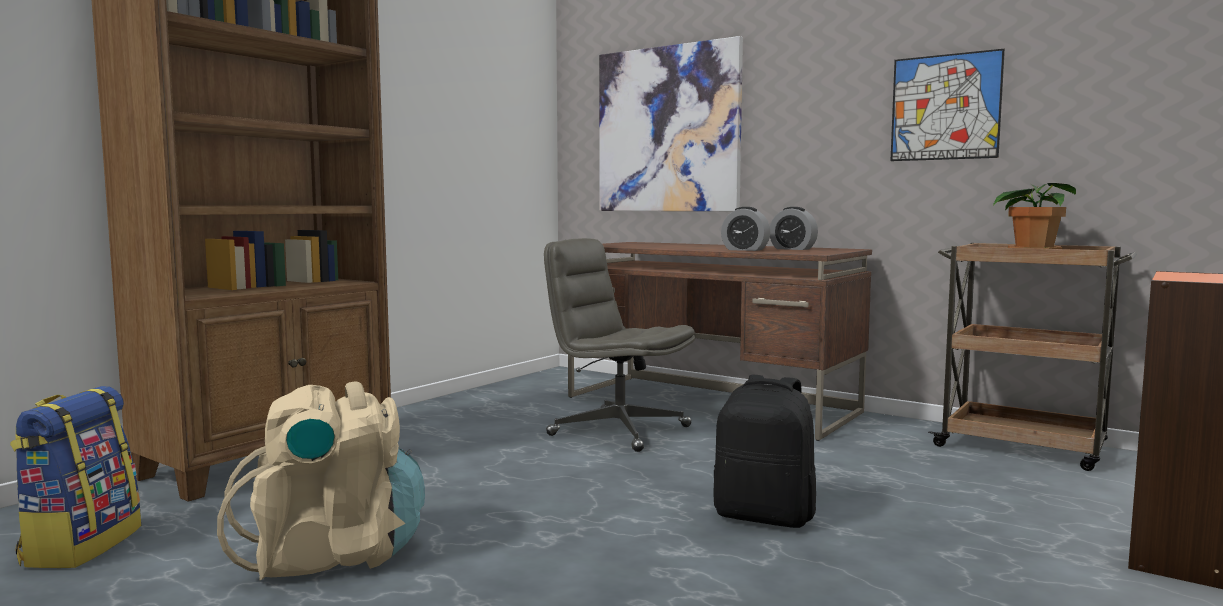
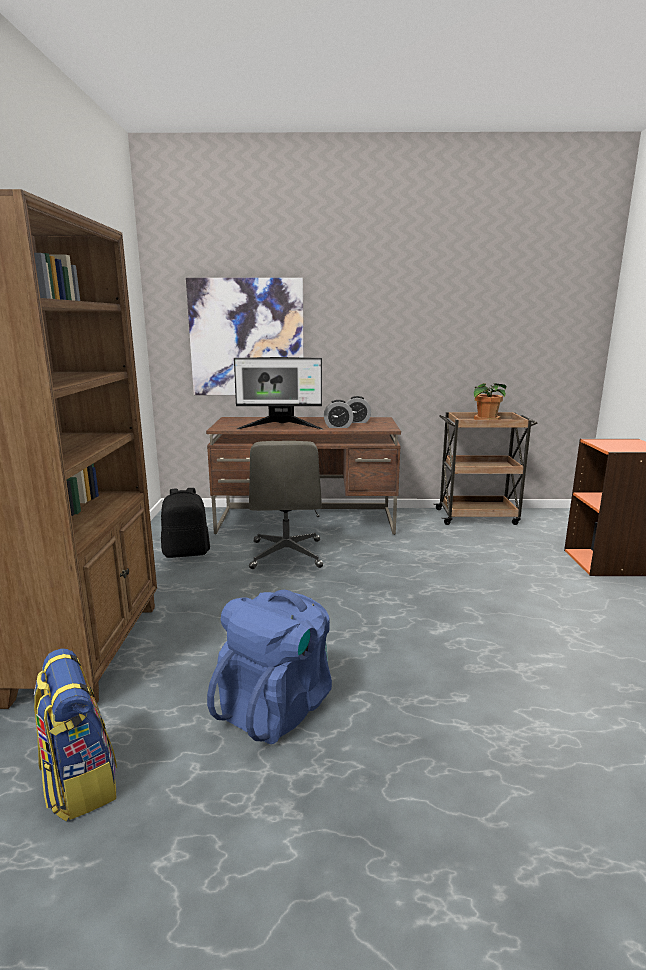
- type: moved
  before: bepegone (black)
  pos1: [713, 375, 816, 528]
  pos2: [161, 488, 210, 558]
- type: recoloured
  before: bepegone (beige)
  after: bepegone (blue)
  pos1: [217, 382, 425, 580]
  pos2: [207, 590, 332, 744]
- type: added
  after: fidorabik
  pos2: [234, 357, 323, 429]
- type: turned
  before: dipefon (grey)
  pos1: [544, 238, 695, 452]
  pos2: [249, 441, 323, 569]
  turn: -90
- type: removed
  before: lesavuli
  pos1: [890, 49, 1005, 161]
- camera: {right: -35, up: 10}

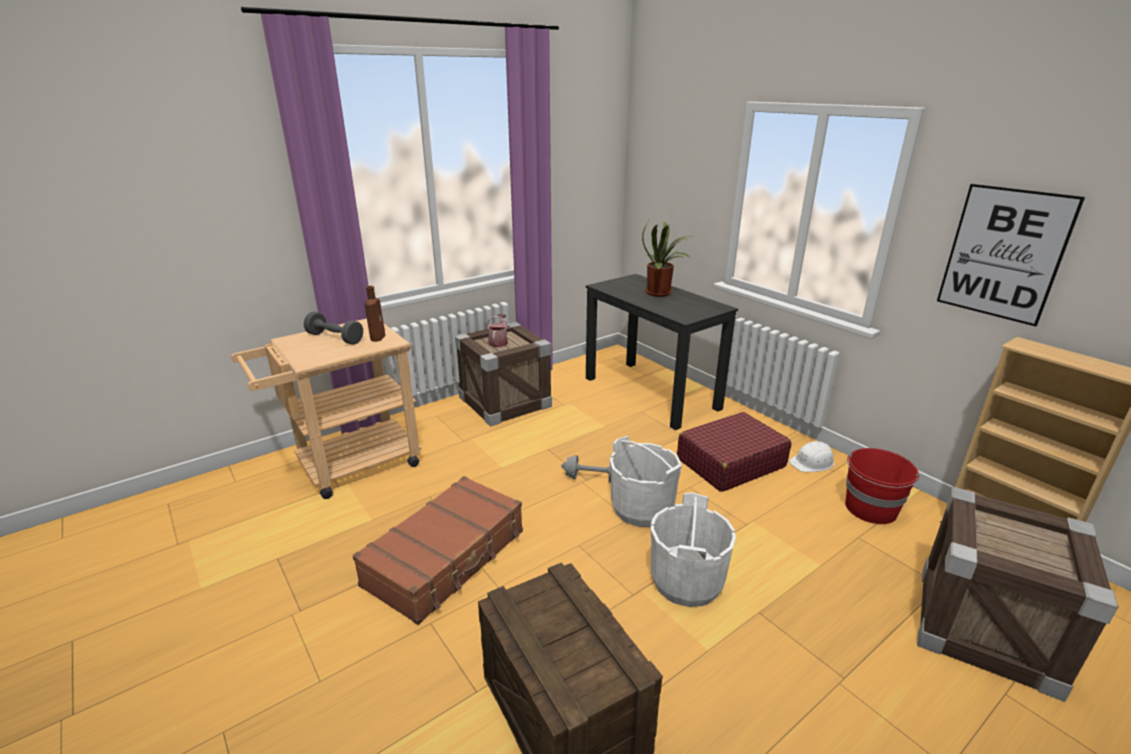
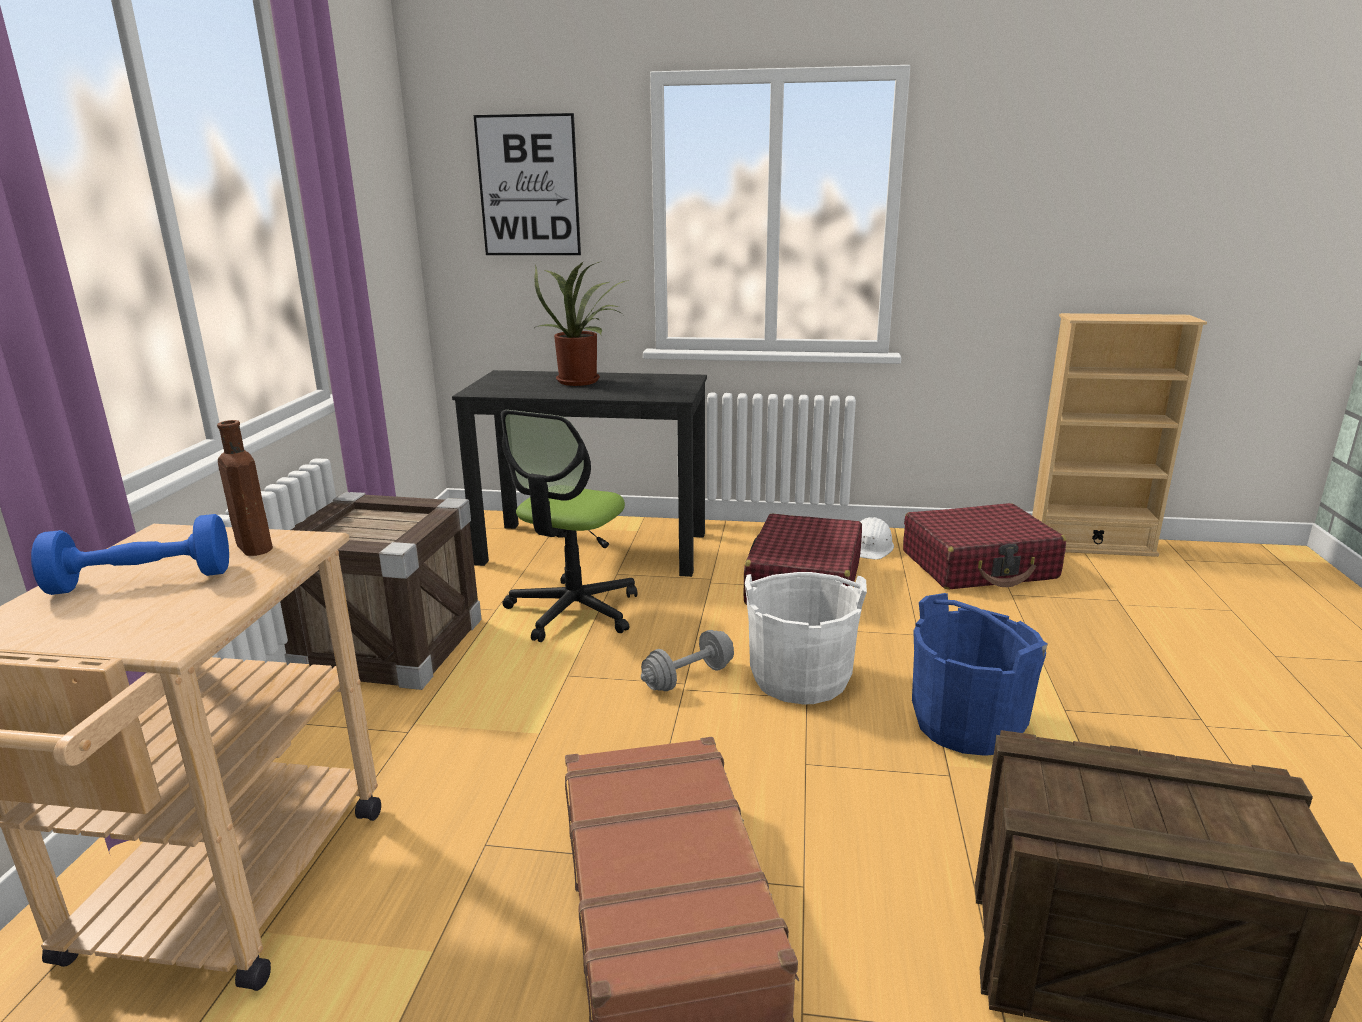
- type: recoloured
  before: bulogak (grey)
  after: bulogak (blue)
  pos1: [304, 312, 363, 345]
  pos2: [31, 514, 229, 595]
- type: moved
  before: lesavuli
  pos1: [937, 184, 1085, 326]
  pos2: [474, 113, 581, 255]
- type: added
  after: dipefon
  pos2: [501, 410, 637, 642]
- type: replaced
  before: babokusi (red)
  after: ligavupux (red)
  pos1: [845, 448, 920, 524]
  pos2: [903, 503, 1066, 590]
- type: recoloured
  before: babokusi (white)
  after: babokusi (blue)
  pos1: [651, 492, 736, 607]
  pos2: [912, 593, 1048, 756]
- type: removed
  before: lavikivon
  pos1: [486, 314, 508, 347]
- type: removed
  before: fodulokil
  pos1: [917, 487, 1118, 702]
- camera: {right: -45, up: -5}

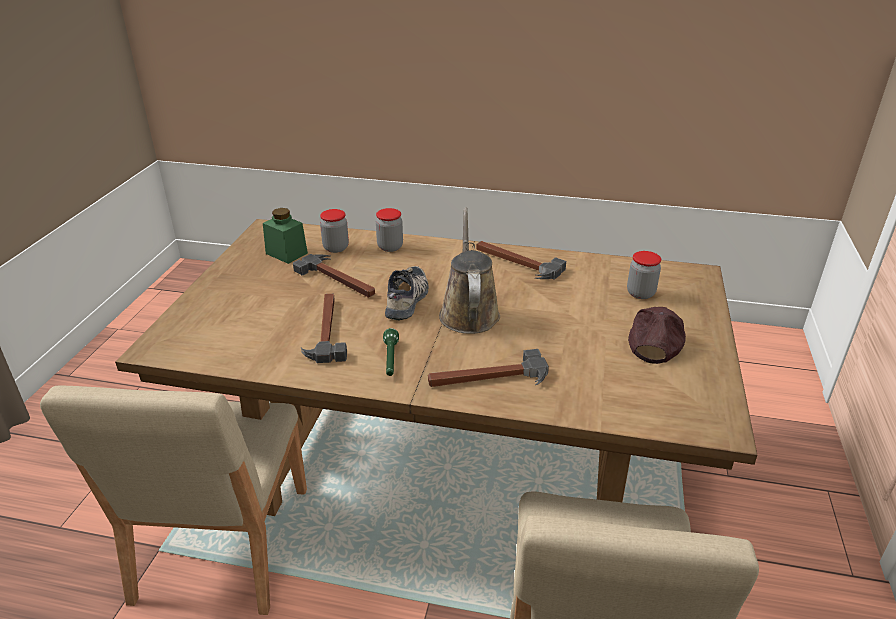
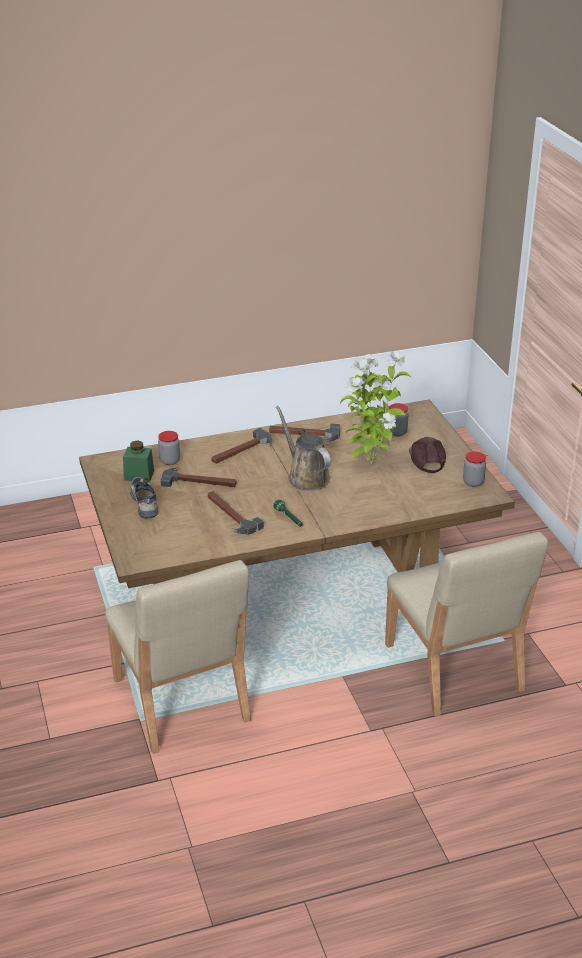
- type: moved
  before: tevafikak
  pos1: [385, 266, 429, 320]
  pos2: [130, 477, 158, 519]
- type: moved
  before: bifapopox
  pos1: [428, 349, 549, 387]
  pos2: [212, 428, 272, 464]
- type: added
  after: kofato
  pos2: [340, 351, 411, 464]
- type: moved
  before: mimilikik
  pos1: [376, 208, 403, 252]
  pos2: [463, 452, 486, 487]
- camera: {right: -30, up: 0}

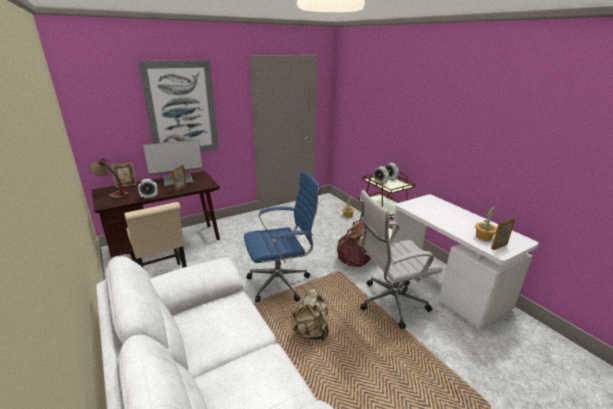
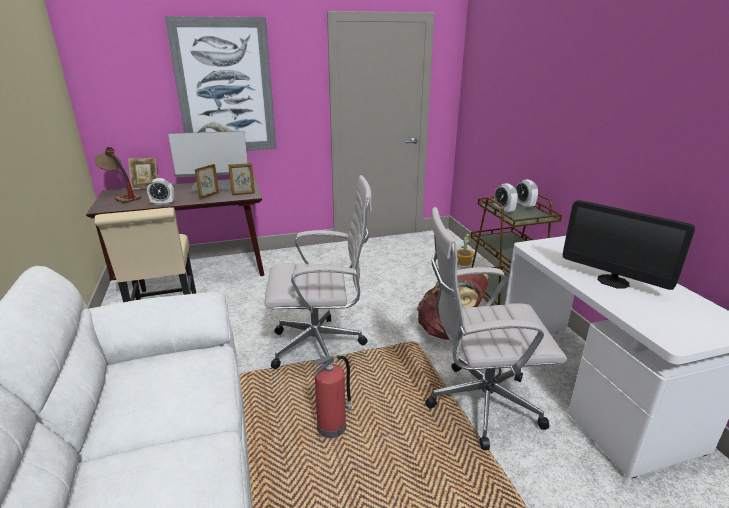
- type: moved
  before: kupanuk
  pos1: [491, 218, 515, 250]
  pos2: [228, 163, 255, 195]
- type: recoloured
  before: dipefon (blue)
  after: dipefon (white)
  pos1: [244, 170, 321, 302]
  pos2: [264, 175, 372, 369]
- type: replaced
  before: bepegone (beige)
  after: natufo
  pos1: [291, 289, 329, 341]
  pos2: [313, 355, 352, 438]
- type: added
  after: fidorabik
  pos2: [563, 200, 695, 290]
- type: removed
  before: kofato
  pos1: [475, 206, 497, 241]
- camera: {right: 15, up: 0}

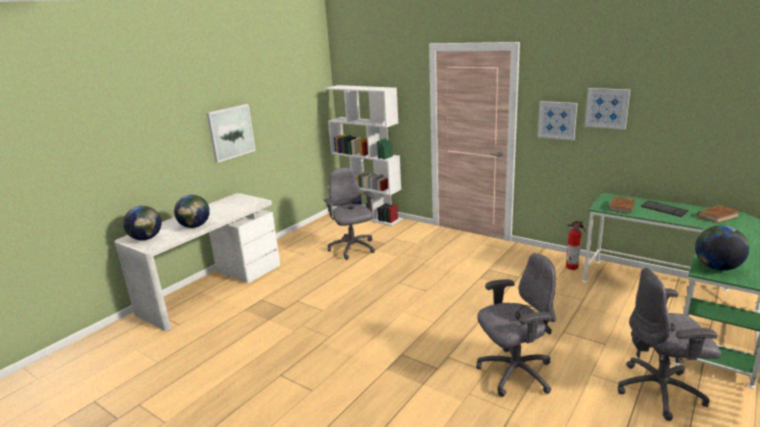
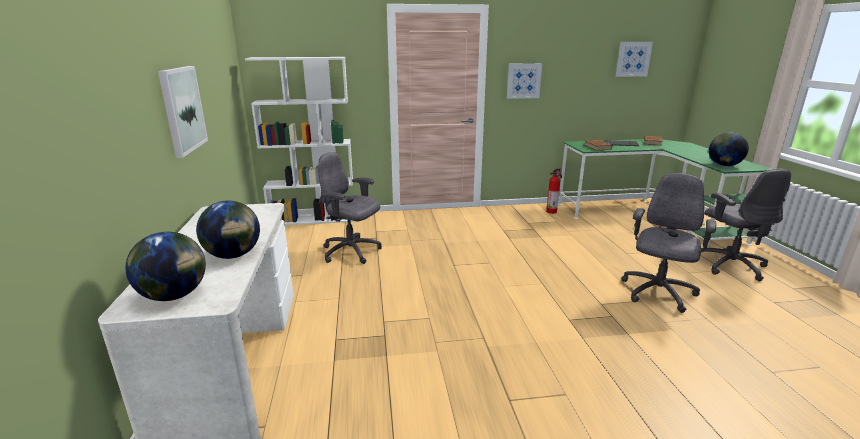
- type: moved
  before: lesavuli
  pos1: [585, 88, 630, 130]
  pos2: [616, 42, 653, 77]
- type: turned
  before: dipefon (grey)
  pos1: [618, 268, 721, 421]
  pos2: [701, 169, 791, 281]
  turn: -60
- camera: {right: -45, up: 0}

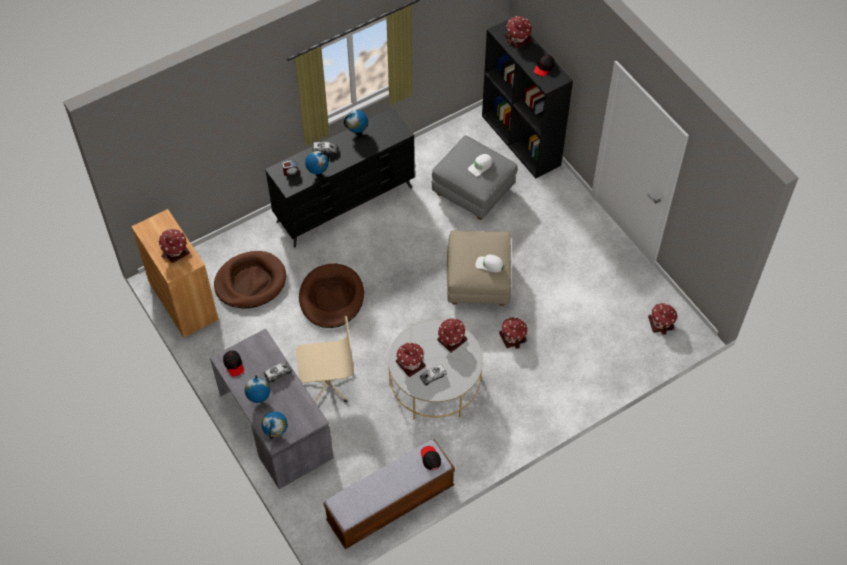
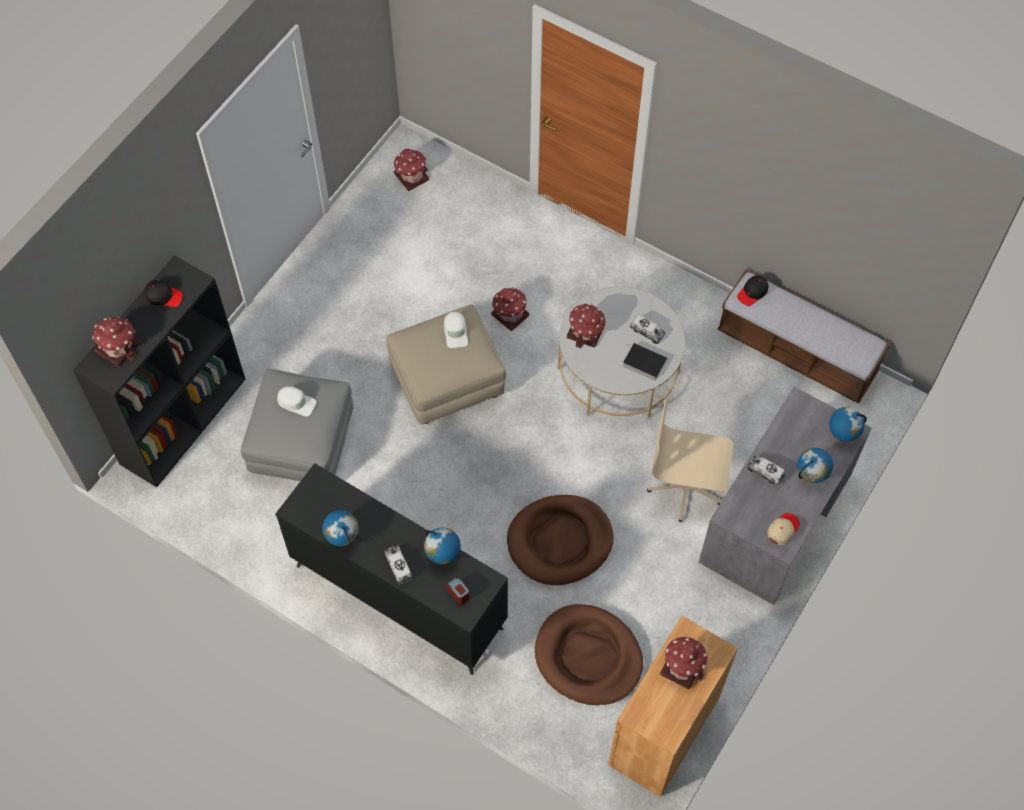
- type: replaced
  before: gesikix
  after: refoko
  pos1: [396, 343, 426, 377]
  pos2: [623, 343, 667, 381]
- type: turned
  before: dipefon (beige)
  pos1: [296, 316, 354, 403]
  pos2: [647, 397, 733, 522]
  turn: -45
- type: recoloured
  before: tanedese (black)
  after: tanedese (beige)
  pos1: [223, 350, 244, 376]
  pos2: [767, 513, 800, 545]
- camera: {right: -115, up: 5}

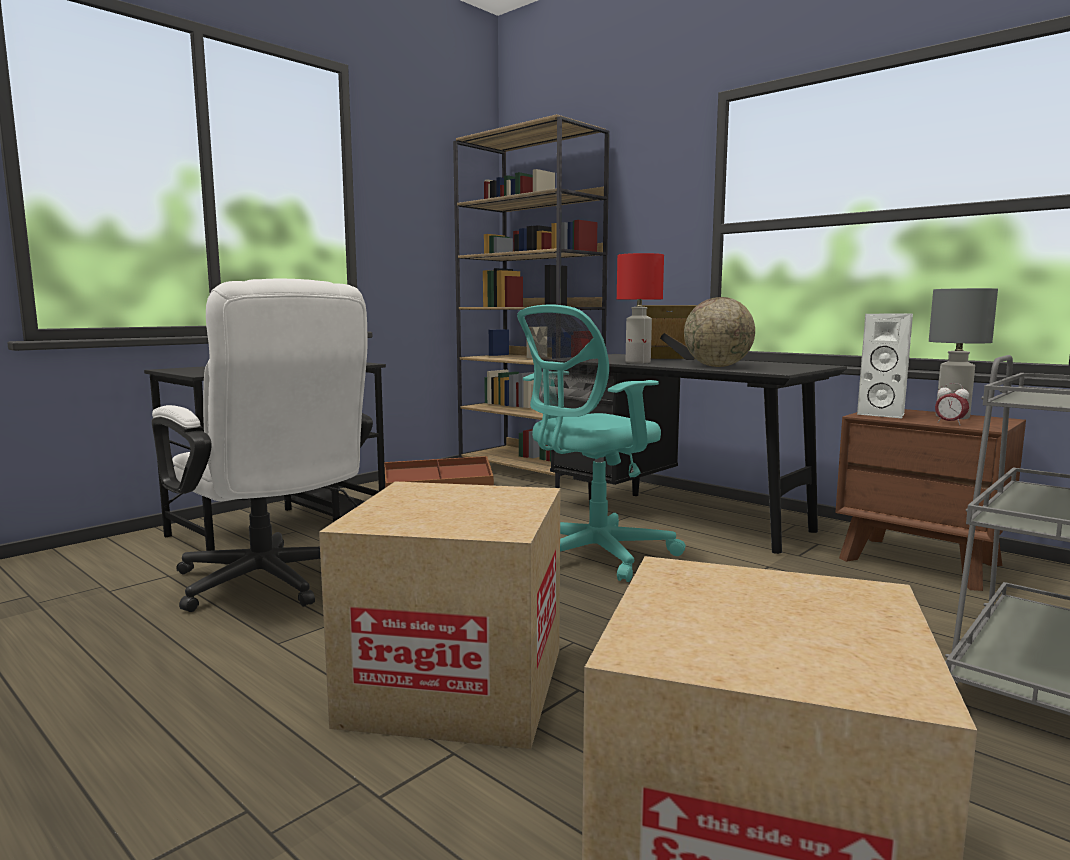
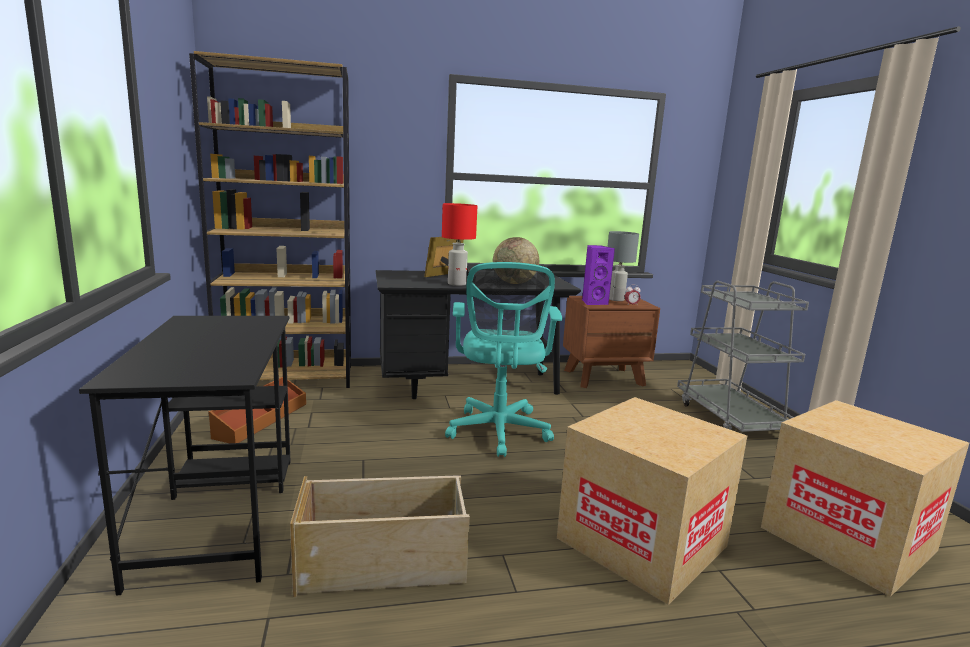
- type: replaced
  before: dipefon (white)
  after: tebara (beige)
  pos1: [152, 279, 373, 612]
  pos2: [290, 475, 470, 597]
- type: recoloured
  before: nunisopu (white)
  after: nunisopu (purple)
  pos1: [857, 313, 913, 418]
  pos2: [582, 245, 615, 305]
- camera: {right: -55, up: 5}

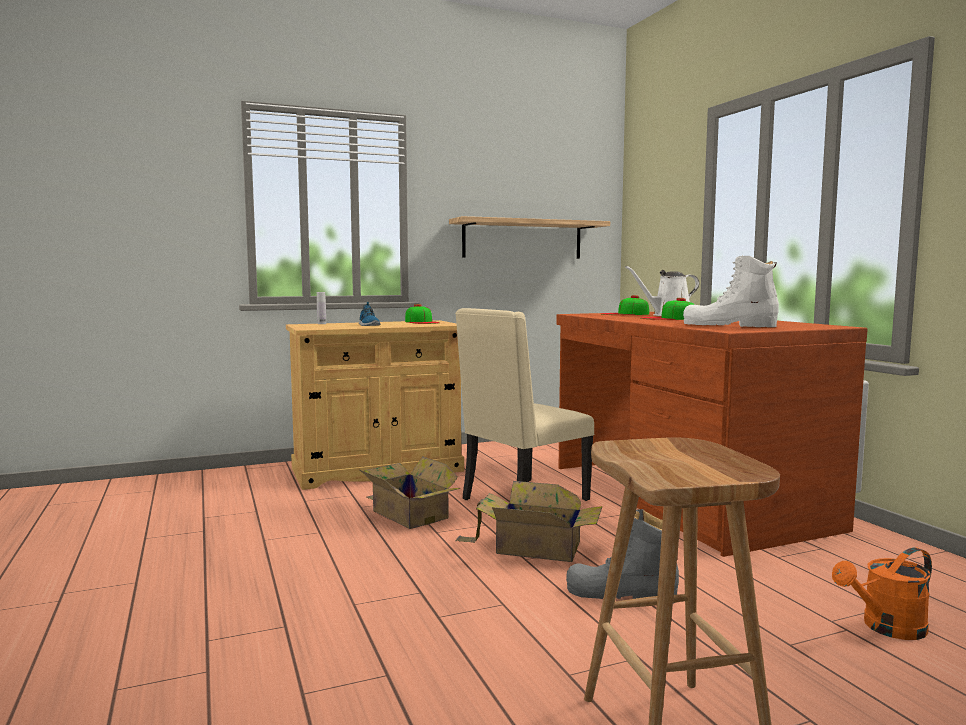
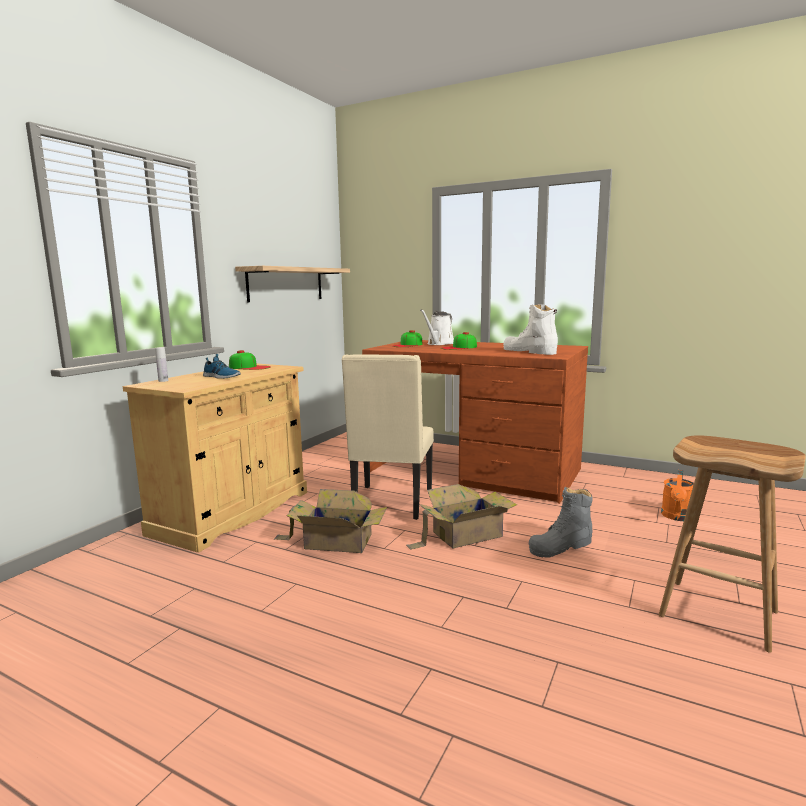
- type: turned
  before: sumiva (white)
  pos1: [683, 256, 779, 327]
  pos2: [503, 304, 558, 355]
  turn: 75
- camera: {right: -40, up: 5}

